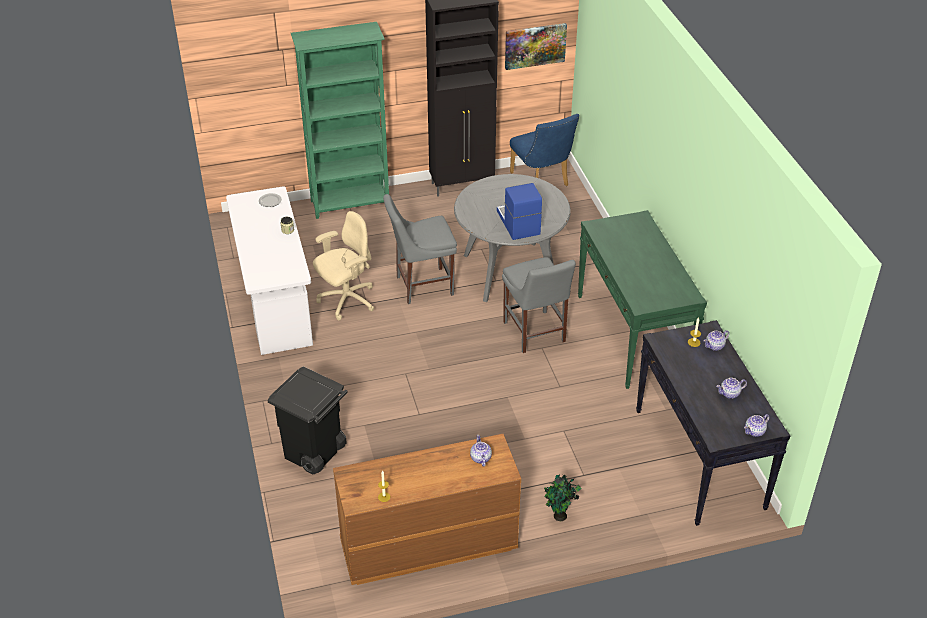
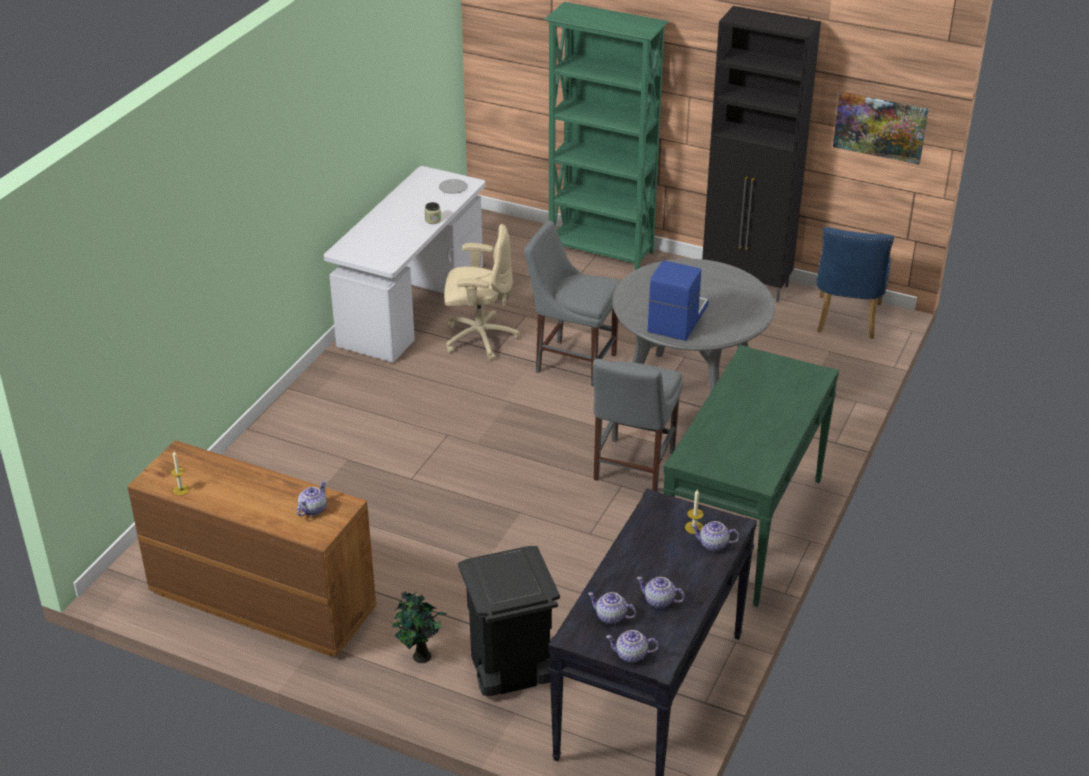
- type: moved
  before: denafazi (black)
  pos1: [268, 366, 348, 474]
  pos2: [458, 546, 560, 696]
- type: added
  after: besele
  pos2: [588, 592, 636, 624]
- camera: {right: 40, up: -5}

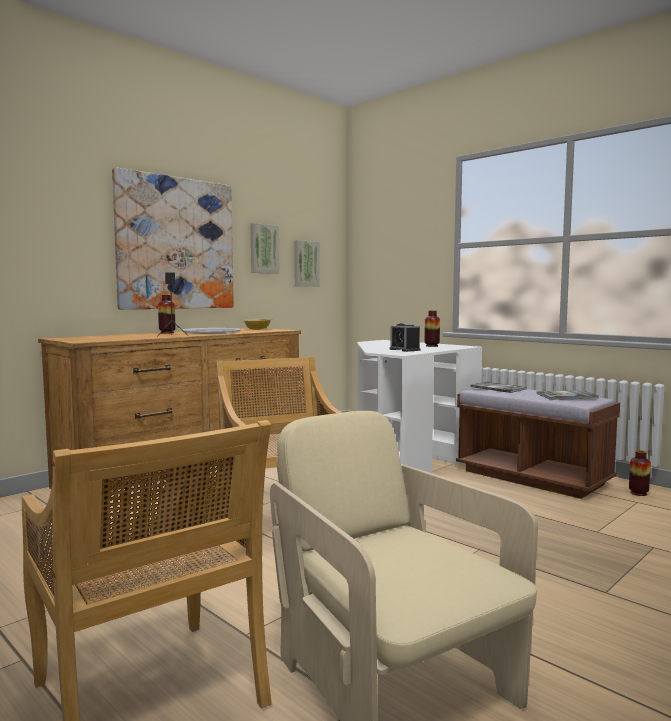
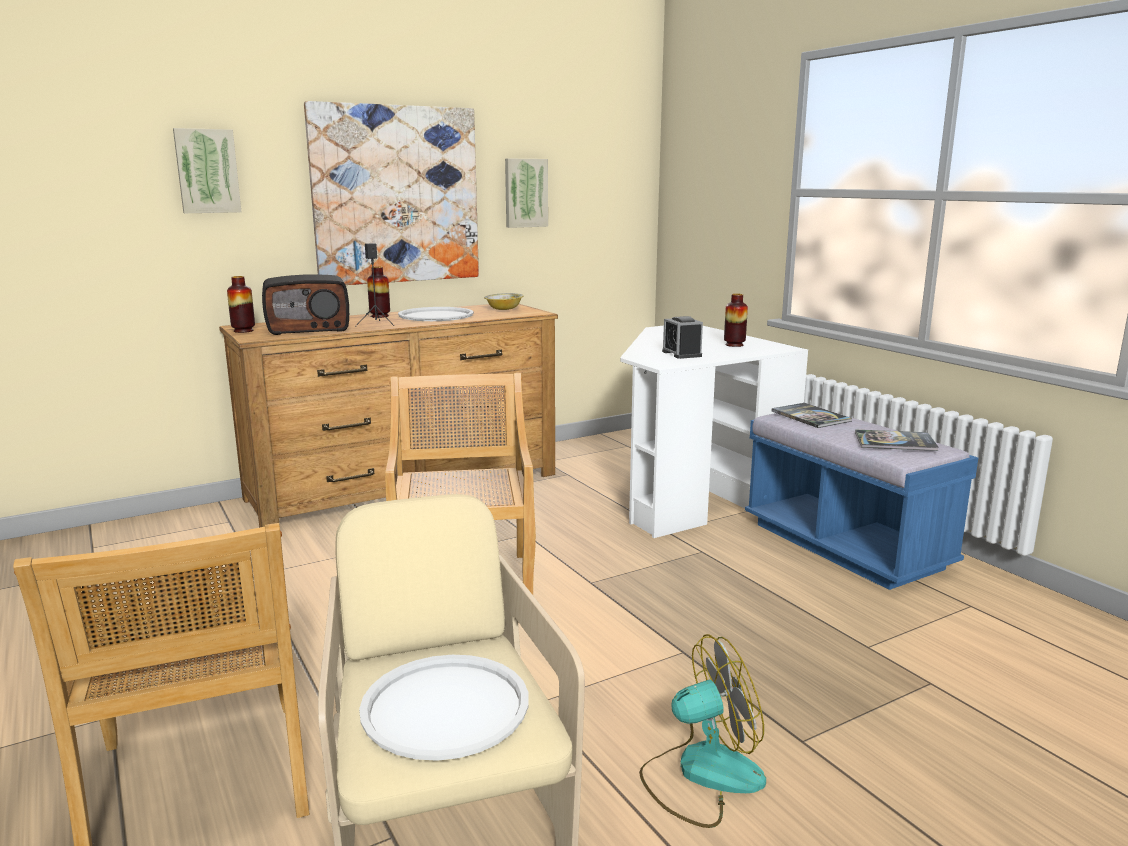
- type: moved
  before: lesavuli
  pos1: [294, 240, 320, 287]
  pos2: [173, 128, 241, 213]
- type: moved
  before: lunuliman
  pos1: [629, 450, 651, 496]
  pos2: [227, 276, 255, 333]
- type: added
  after: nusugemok
  pos2: [262, 274, 349, 335]
- type: added
  after: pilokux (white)
  pos2: [359, 655, 529, 761]
- type: added
  after: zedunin
  pos2: [639, 634, 766, 828]
- type: recoloured
  before: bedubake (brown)
  after: bedubake (blue)
  pos1: [456, 388, 620, 499]
  pos2: [745, 413, 978, 590]
- camera: {right: 15, up: 10}

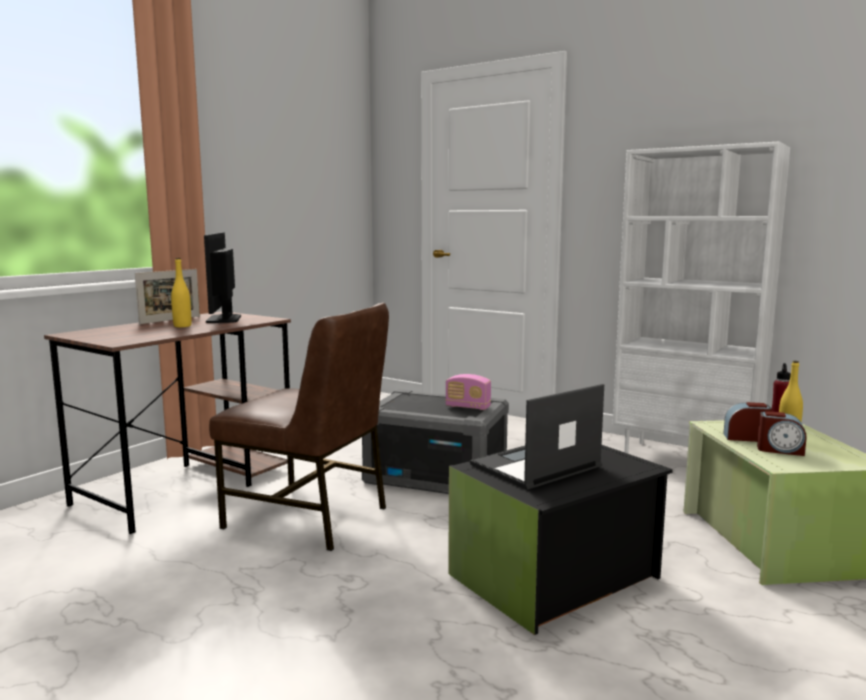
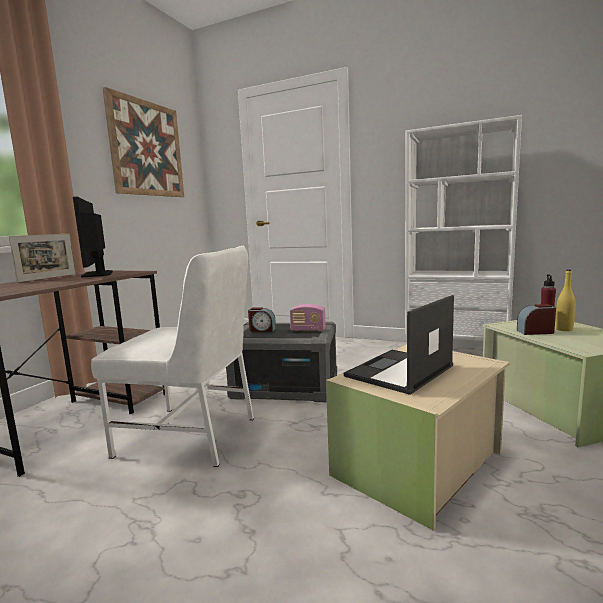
- type: recoloured
  before: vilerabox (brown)
  after: vilerabox (white)
  pos1: [209, 303, 389, 551]
  pos2: [91, 246, 254, 467]
- type: added
  after: lesavuli
  pos2: [103, 87, 184, 197]
- type: moved
  before: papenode
  pos1: [757, 411, 807, 456]
  pos2: [248, 307, 276, 332]
- type: recoloured
  before: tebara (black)
  after: tebara (beige)
  pos1: [448, 445, 673, 635]
  pos2: [326, 344, 510, 531]
- type: removed
  before: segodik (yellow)
  pos1: [171, 258, 191, 327]
- camera: {right: -10, up: 0}

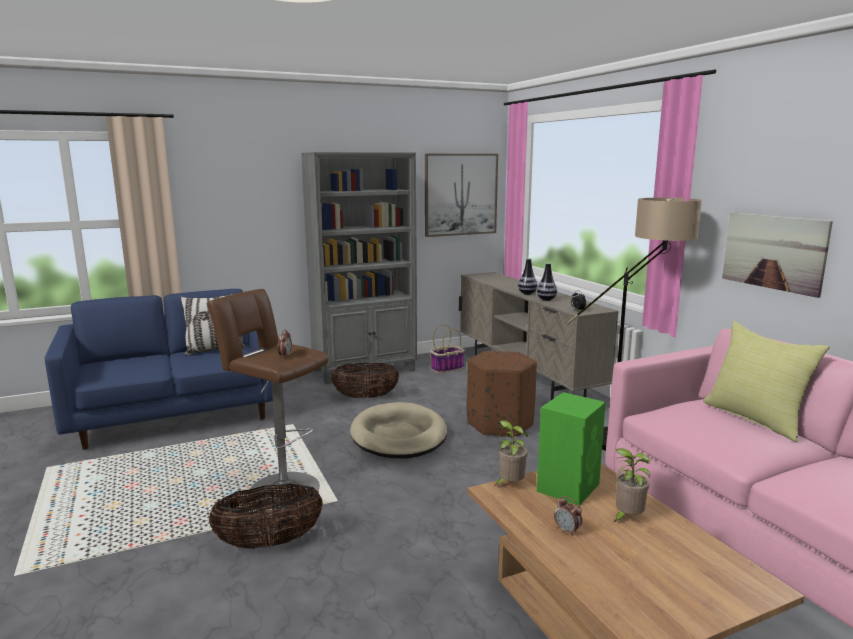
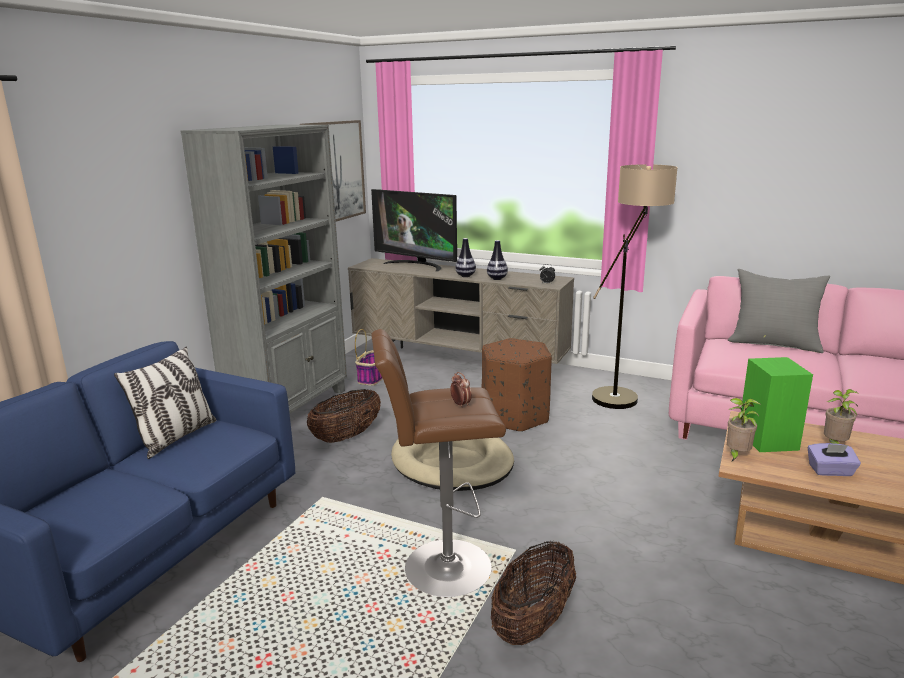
- type: added
  after: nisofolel
  pos2: [371, 189, 457, 272]
- type: recoloured
  before: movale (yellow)
  after: movale (grey)
  pos1: [703, 321, 830, 442]
  pos2: [728, 269, 830, 353]
- type: replaced
  before: papenode
  after: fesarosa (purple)
  pos1: [554, 496, 582, 536]
  pos2: [808, 443, 861, 476]
- type: removed
  before: lesavuli
  pos1: [722, 212, 833, 298]
- camera: {right: -40, up: 5}

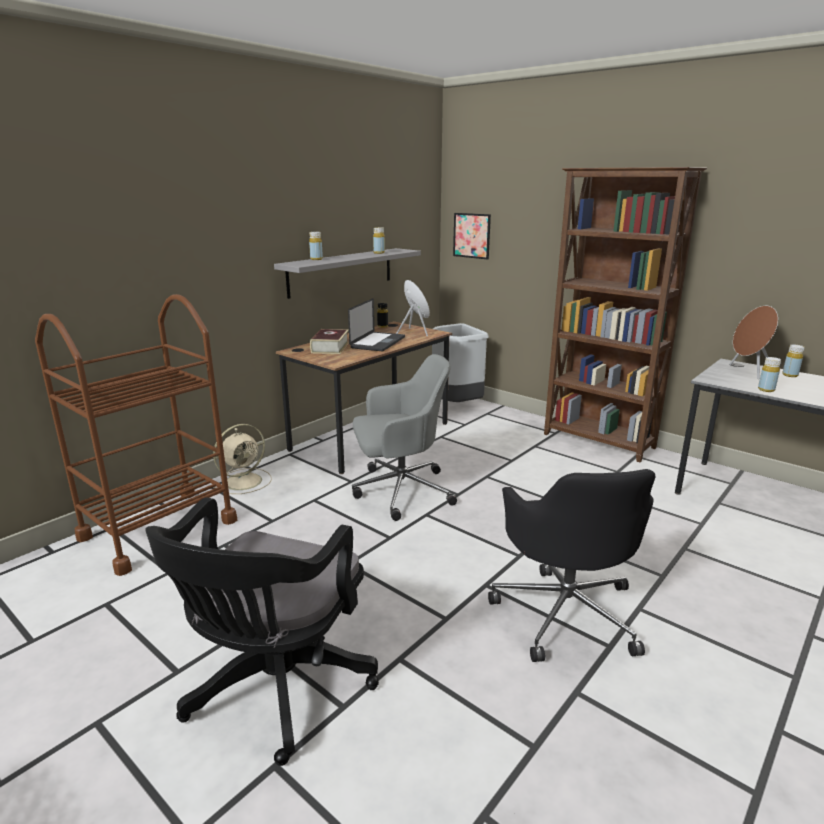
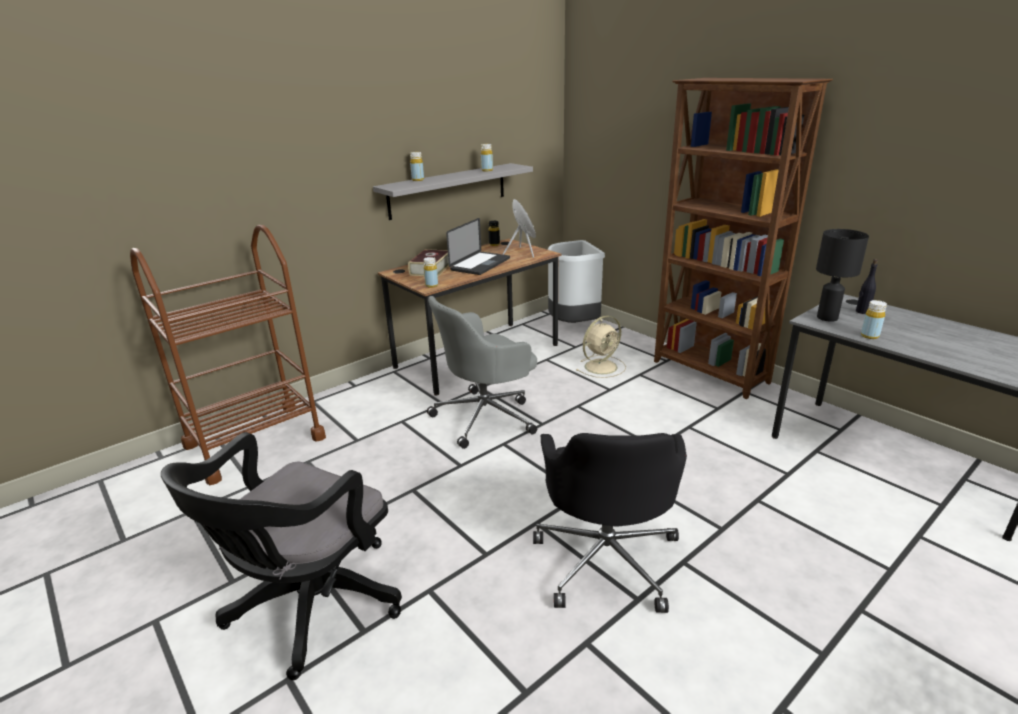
- type: moved
  before: segodik (yellow)
  pos1: [782, 345, 805, 377]
  pos2: [424, 257, 438, 288]
- type: turned
  before: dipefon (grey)
  pos1: [352, 354, 457, 521]
  pos2: [427, 296, 537, 449]
  turn: 150
- type: moved
  before: zedunin (beige)
  pos1: [213, 424, 272, 494]
  pos2: [576, 316, 626, 378]
- type: added
  after: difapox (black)
  pos2: [816, 229, 869, 322]
- type: replaced
  before: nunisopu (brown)
  after: segodik (black)
  pos1: [729, 306, 778, 379]
  pos2: [856, 259, 878, 314]
- type: removed
  before: lesavuli
  pos1: [453, 213, 491, 259]
- camera: {right: 10, up: 5}

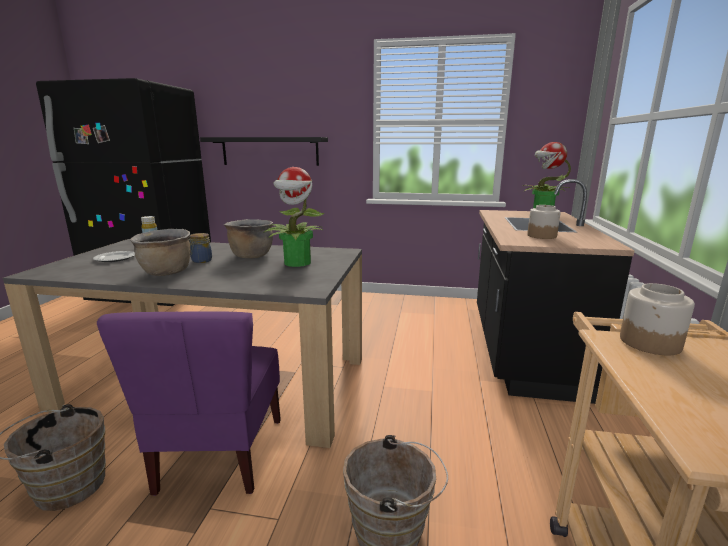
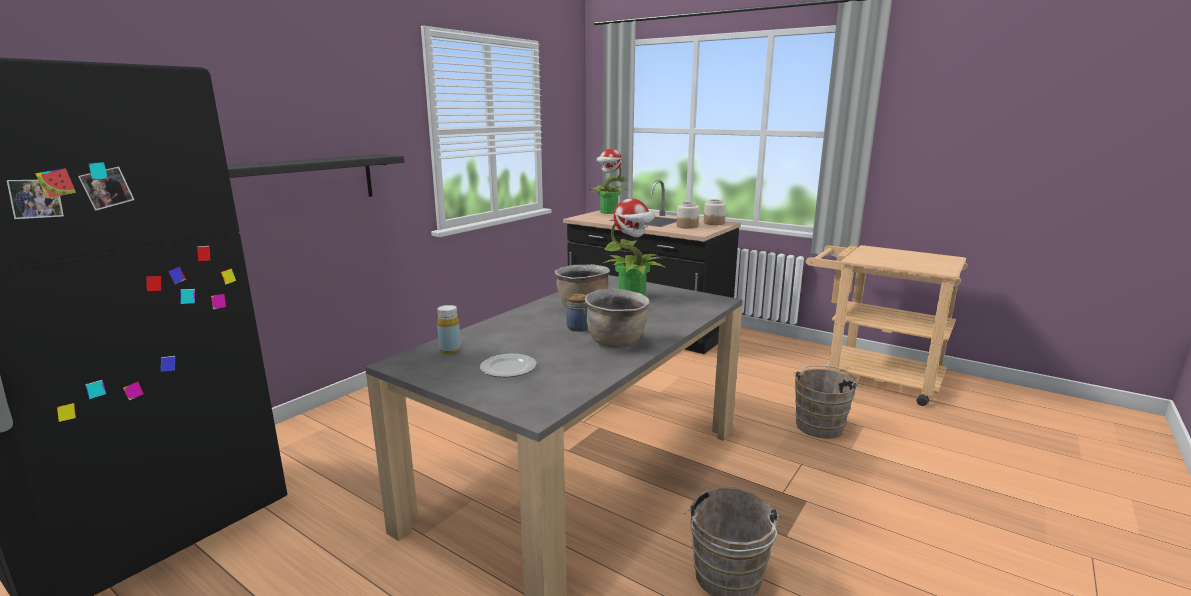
- type: moved
  before: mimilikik
  pos1: [620, 283, 695, 355]
  pos2: [704, 199, 726, 225]
- type: removed
  before: vilerabox (purple)
  pos1: [97, 311, 281, 496]
- camera: {right: -65, up: 0}

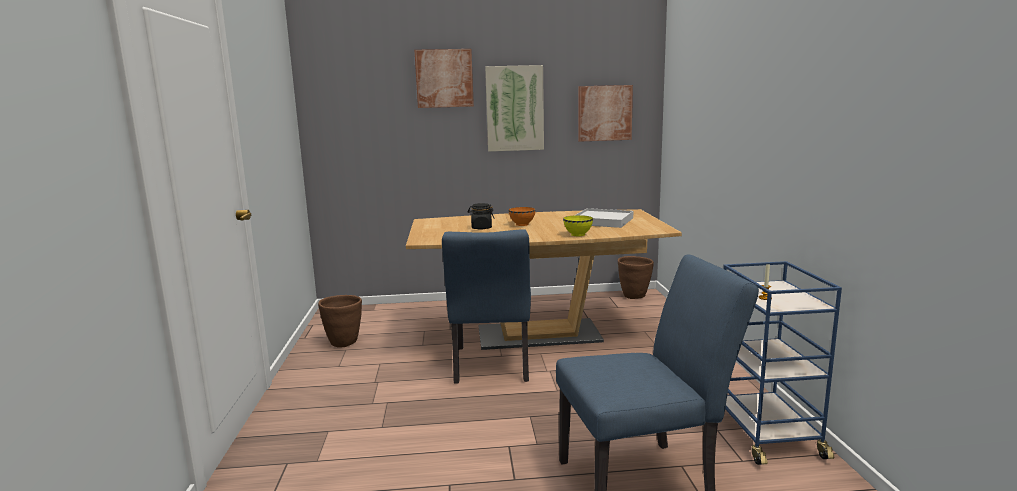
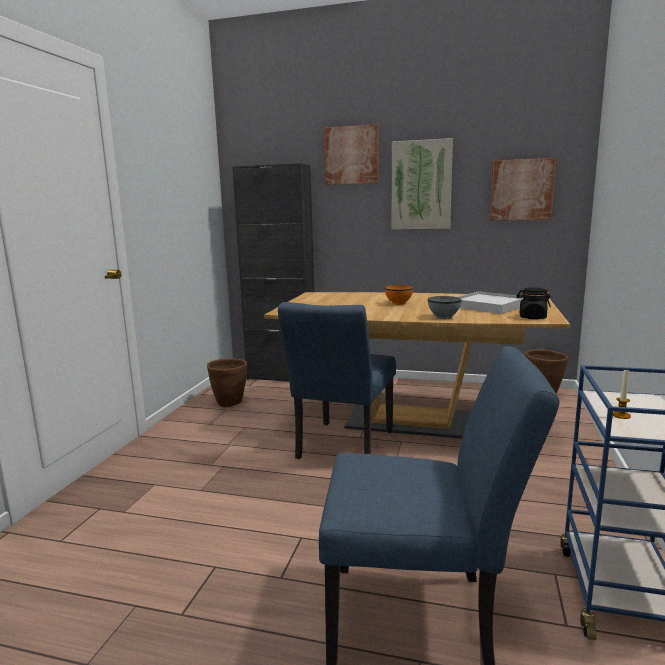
- type: added
  after: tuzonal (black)
  pos2: [232, 163, 314, 382]
- type: recoloured
  before: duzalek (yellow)
  after: duzalek (grey)
  pos1: [563, 215, 593, 236]
  pos2: [428, 296, 462, 319]
- type: moved
  before: mimilikik (black)
  pos1: [468, 203, 495, 229]
  pos2: [517, 287, 551, 319]
- camera: {right: 20, up: 0}

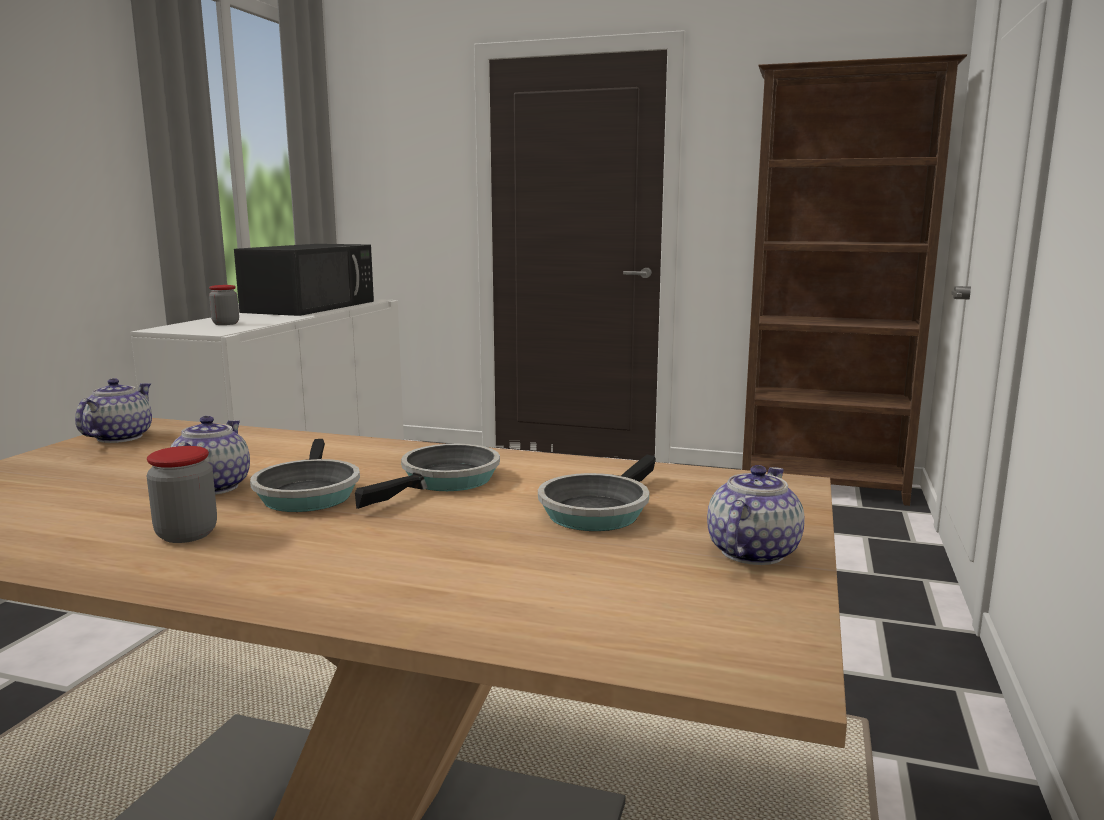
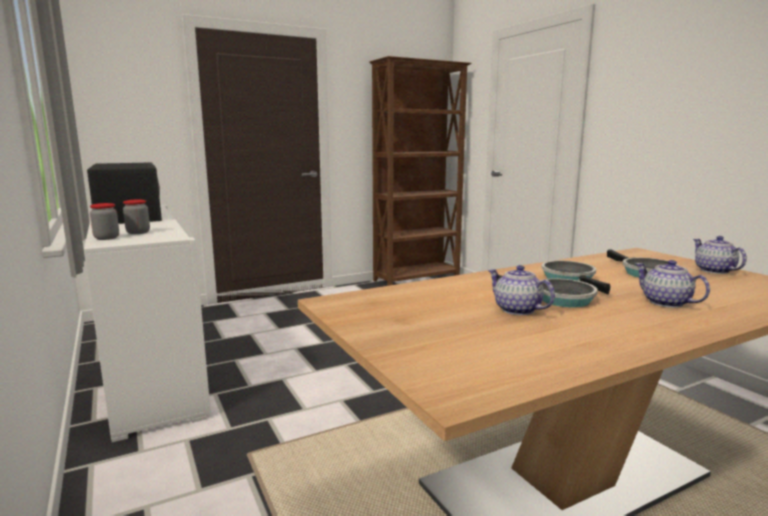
- type: moved
  before: mimilikik
  pos1: [147, 446, 217, 543]
  pos2: [90, 203, 119, 240]
- type: moved
  before: besele
  pos1: [75, 378, 152, 443]
  pos2: [635, 260, 710, 308]
- camera: {right: -45, up: 0}

